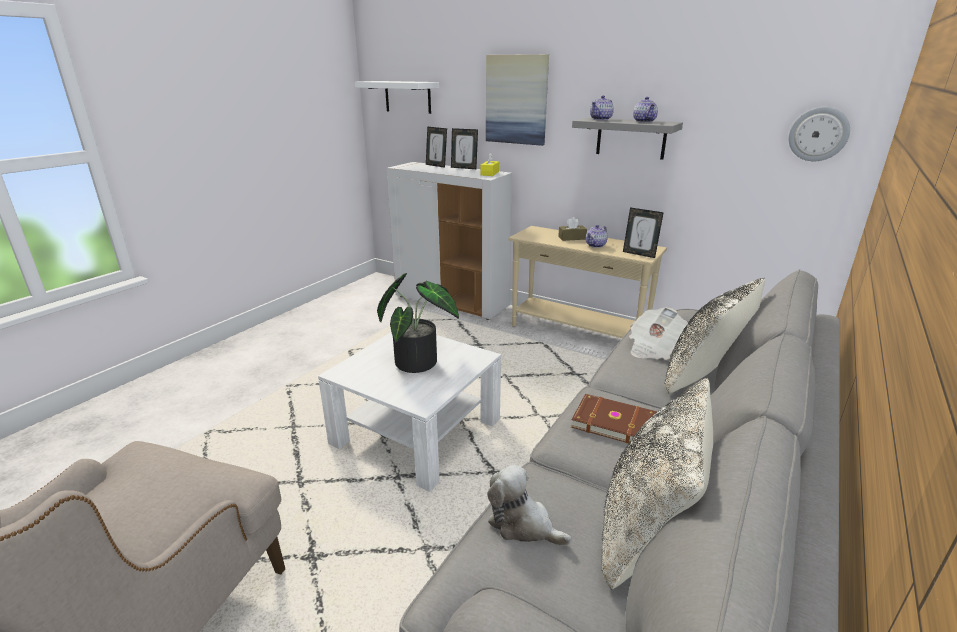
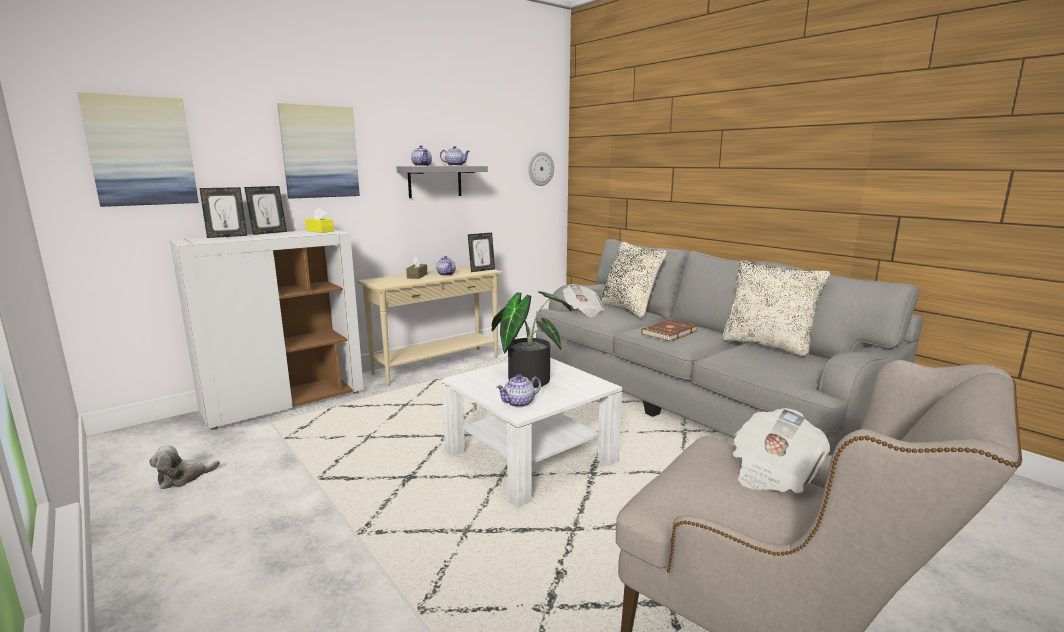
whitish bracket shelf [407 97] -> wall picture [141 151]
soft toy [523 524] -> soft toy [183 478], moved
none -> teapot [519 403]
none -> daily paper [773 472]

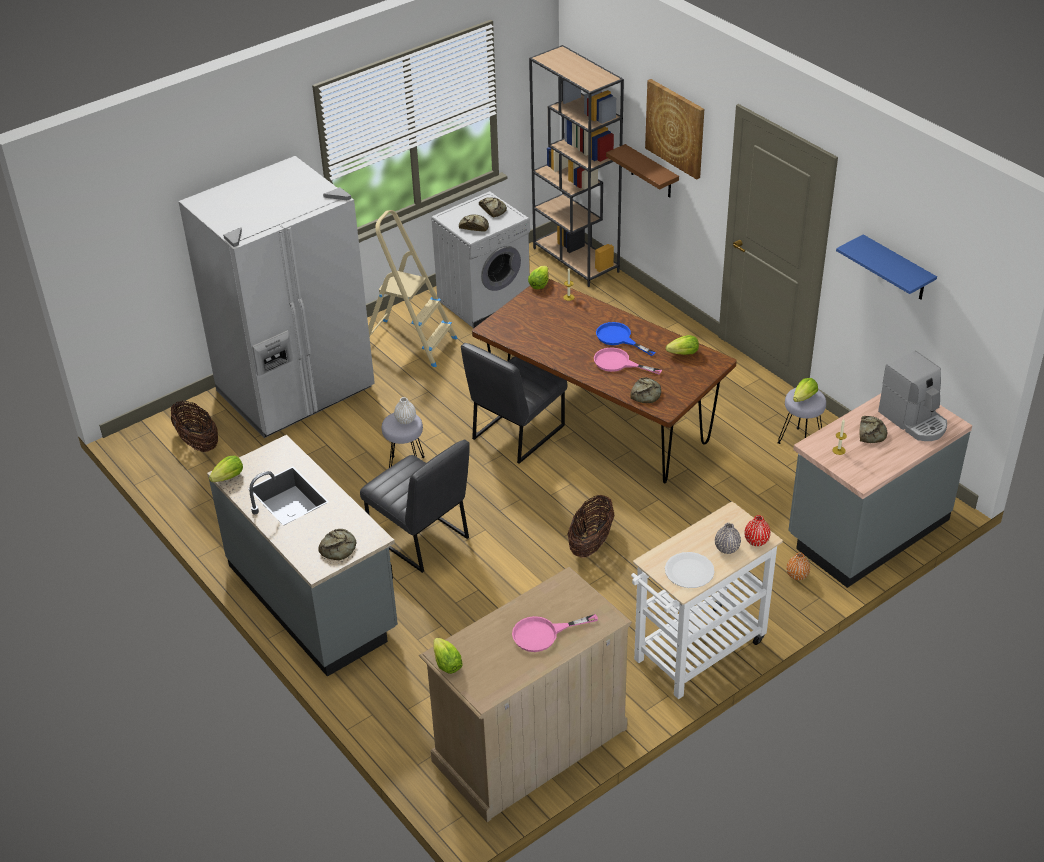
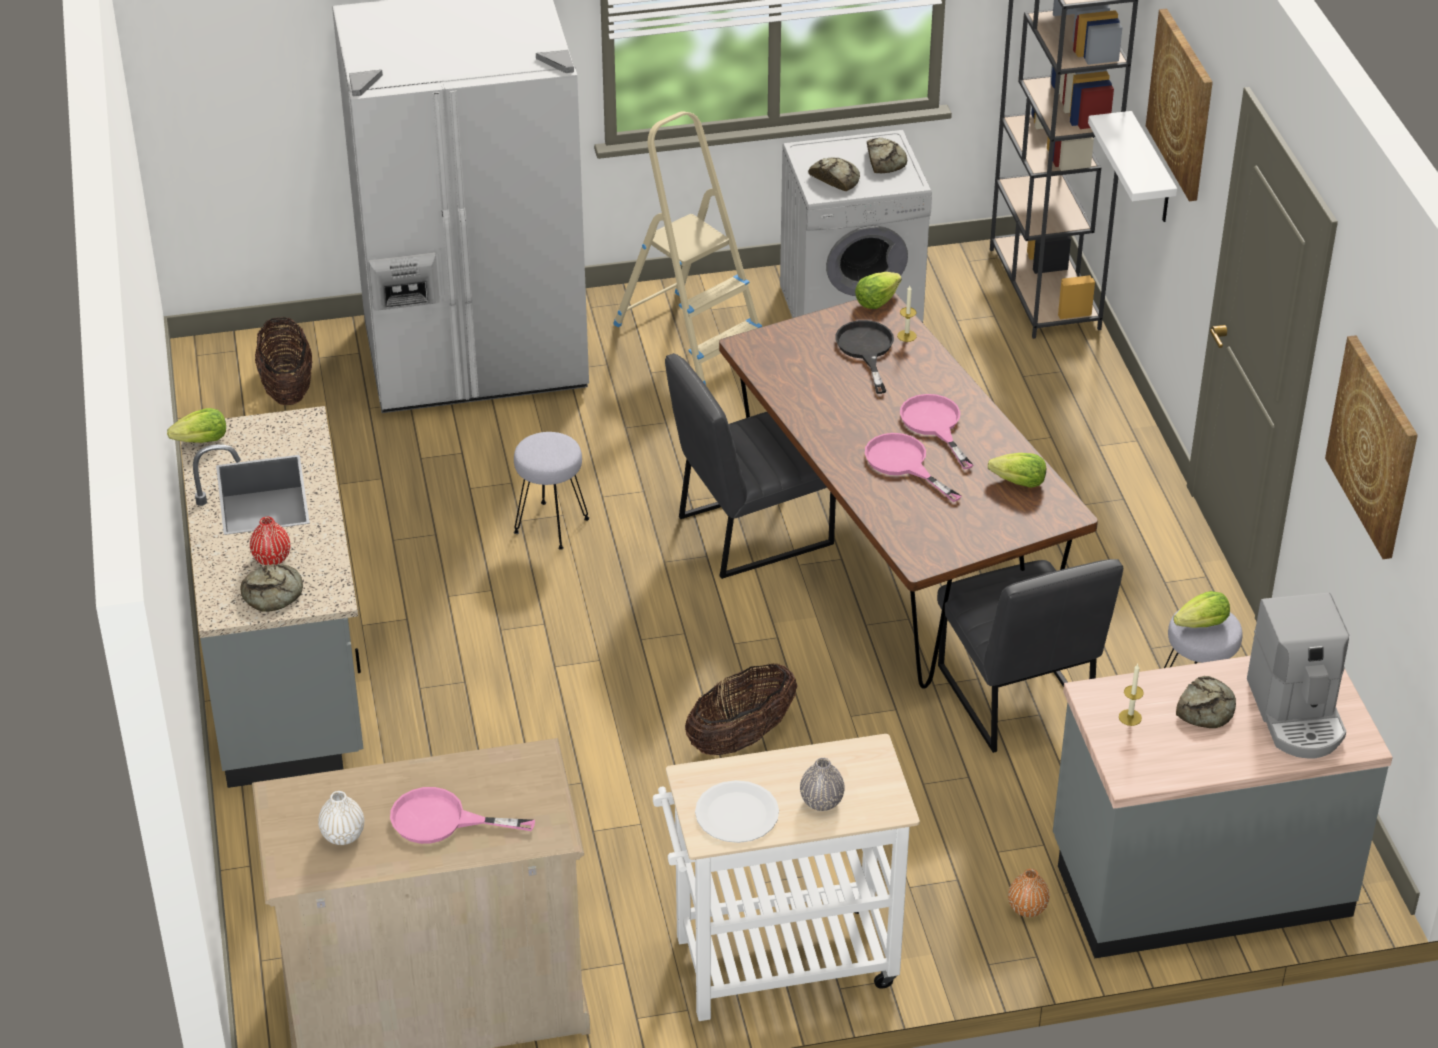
greyish plain chair [420 538] -> greyish plain chair [1016 698], moved
whitish flower vase [405 420] -> whitish flower vase [343 835], moved
lettuce head [447 664] -> none
blue pan [618 338] -> pink pan [934 425]
brown bracket shelf [651 172] -> whitish bracket shelf [1151 170]
baked bread [646 394] -> none
red-coloured flower vase [756 541] -> red-coloured flower vase [272 558], moved
blue bracket shelf [897 269] -> wall picture [1374 446]
none -> black-coloured pan [866 350]

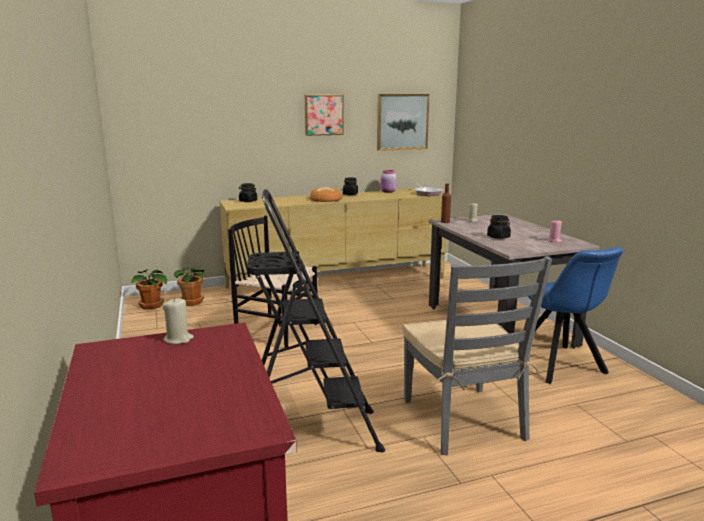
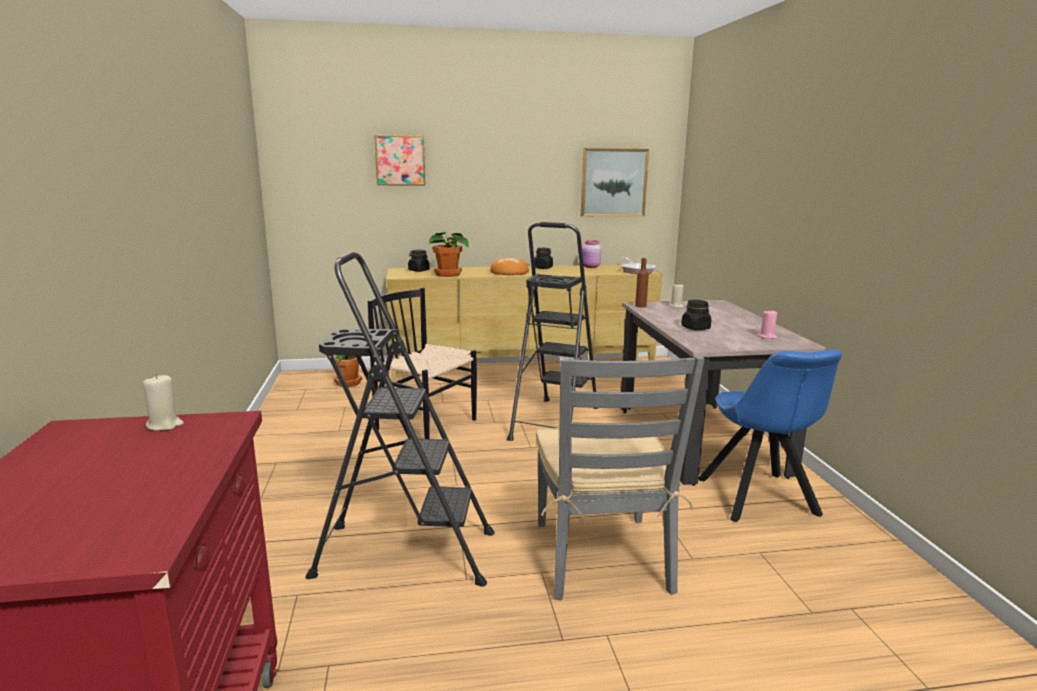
plant in a pot [151 306] -> plant in a pot [448 275], moved
wall picture [323 115] -> wall picture [400 160], moved
none -> step ladder [555 423]

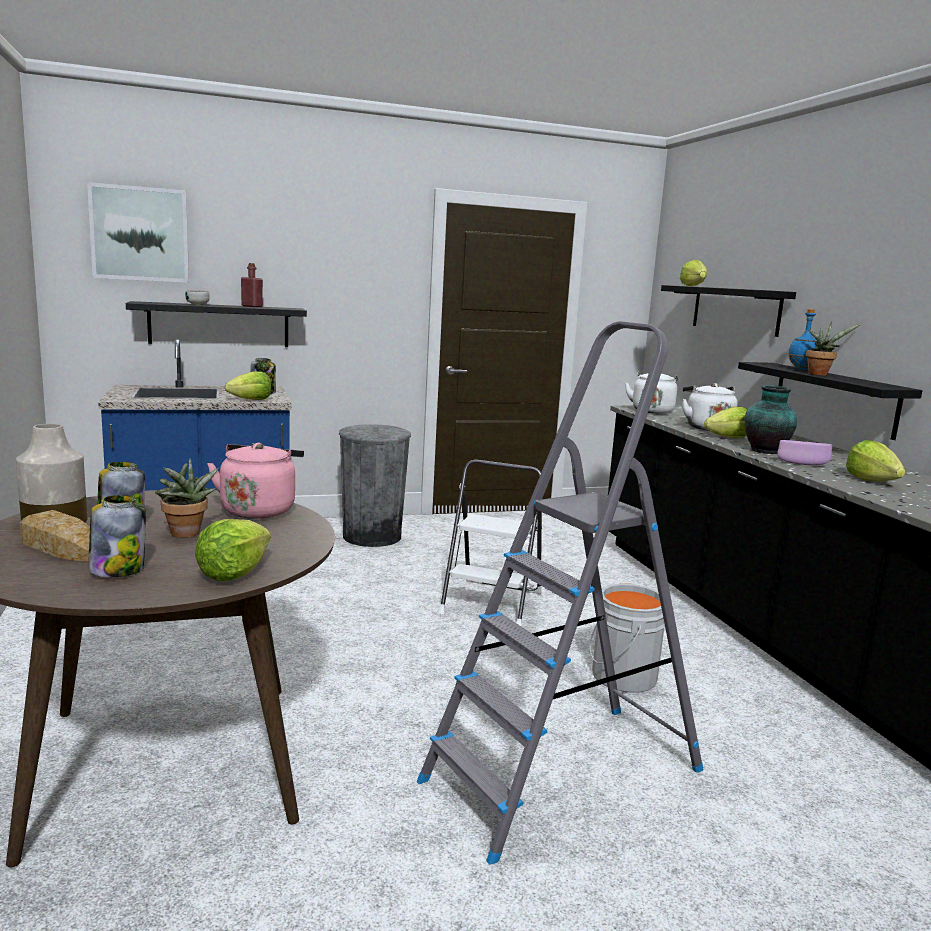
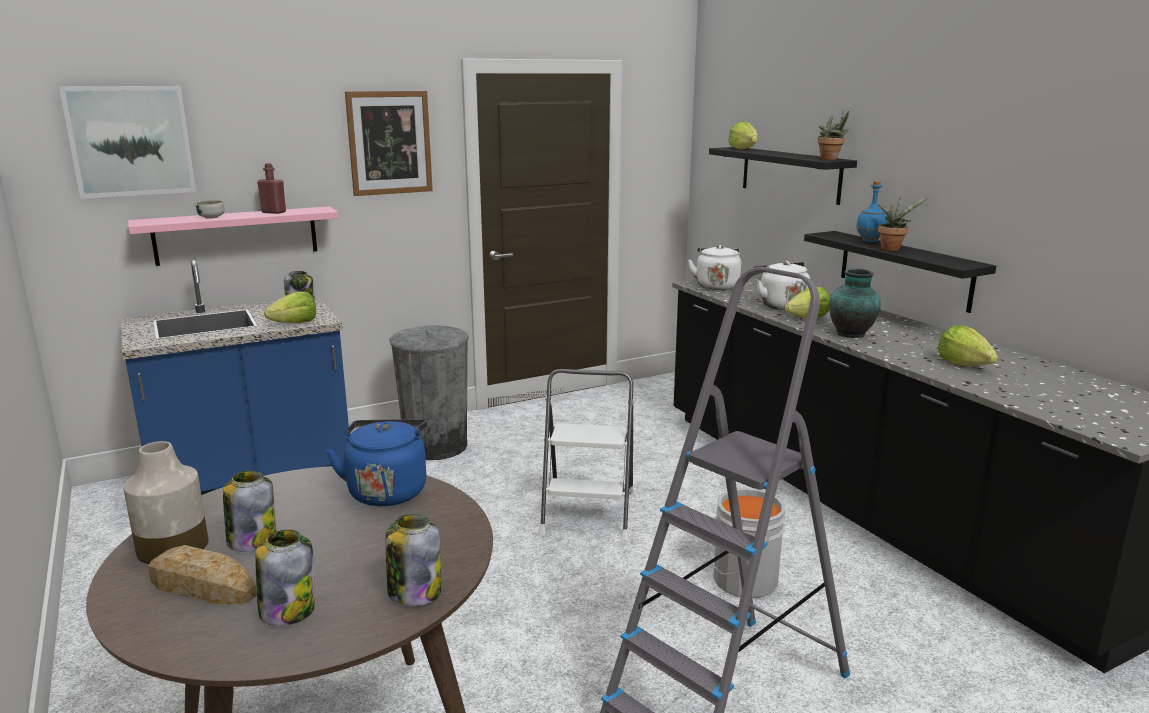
black-coloured bracket shelf [219 325] -> pink bracket shelf [236 235]
plant in a pot [186 534] -> plant in a pot [831 159], moved
lettuce head [234 573] -> preserve jar [414 592]
pink kettle [259 510] -> blue kettle [387 490]
purple-coloured deep dish [802 464] -> none
none -> wall picture [389 143]

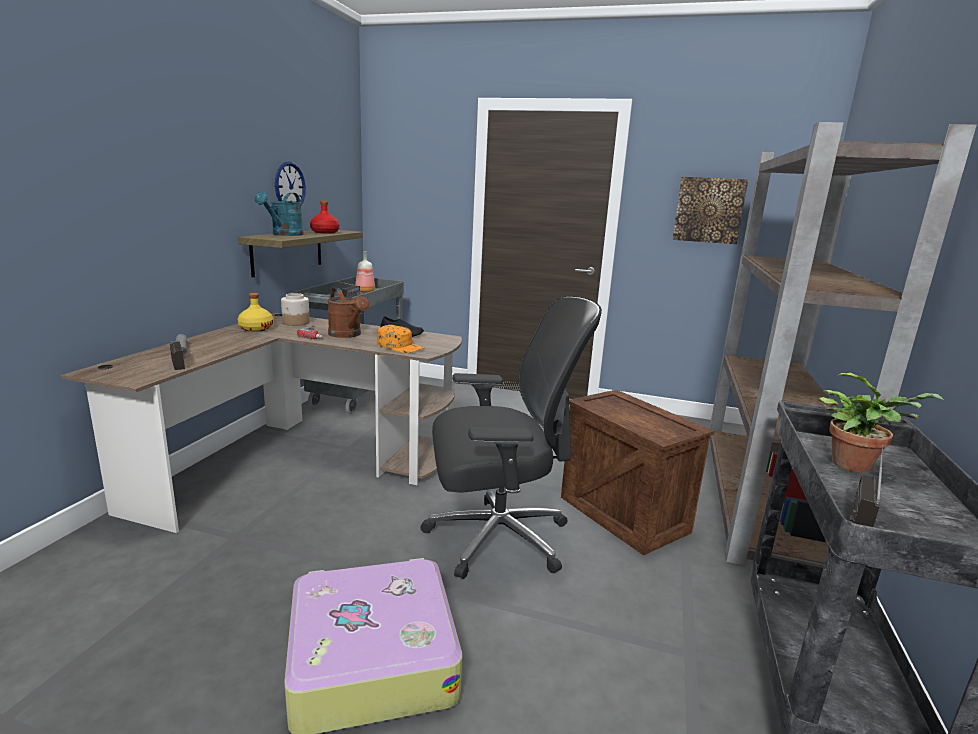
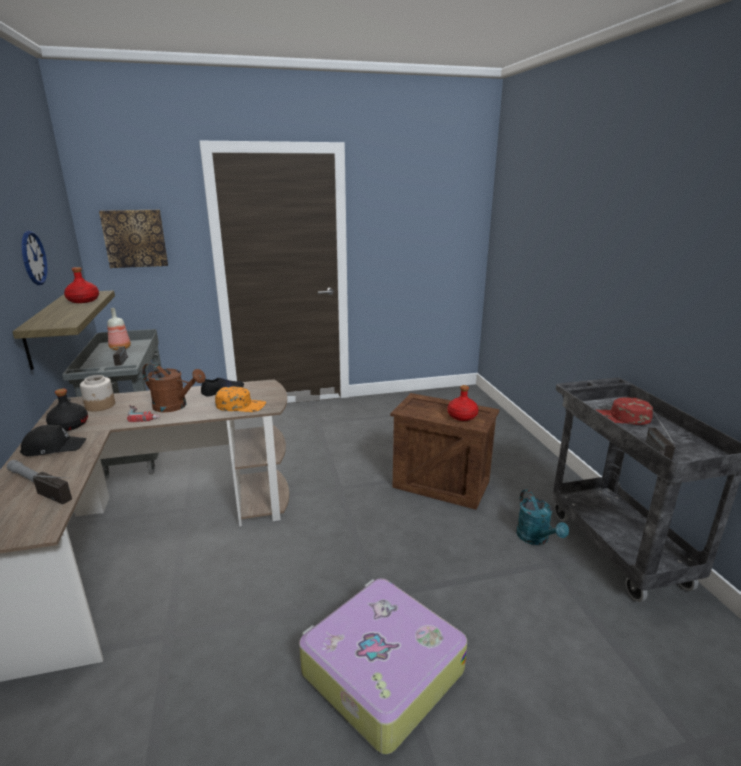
yellow-coloured bottle [256 328] -> black-coloured bottle [69 425]
turquoise-coloured sprinkling can [284 235] -> turquoise-coloured sprinkling can [536 538], moved
office chair [496 539] -> none
wall picture [708 210] -> wall picture [135 238], moved
brown bookshelf [760 497] -> none
plant in a pot [856 465] -> red-coloured peaked cap [621 417]
none -> black-coloured peaked cap [53 448]
none -> red-coloured bottle [462 416]

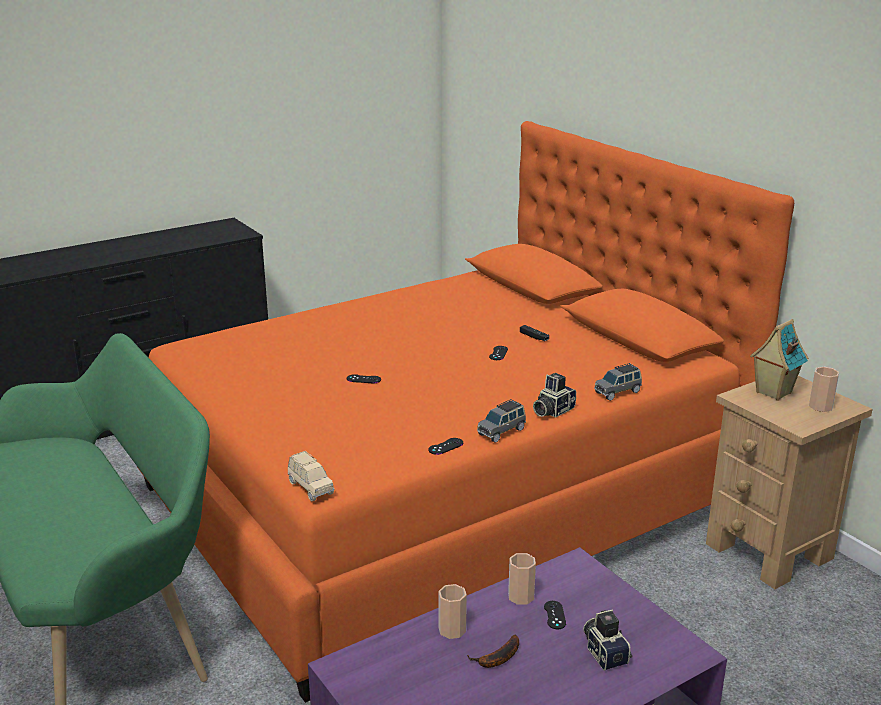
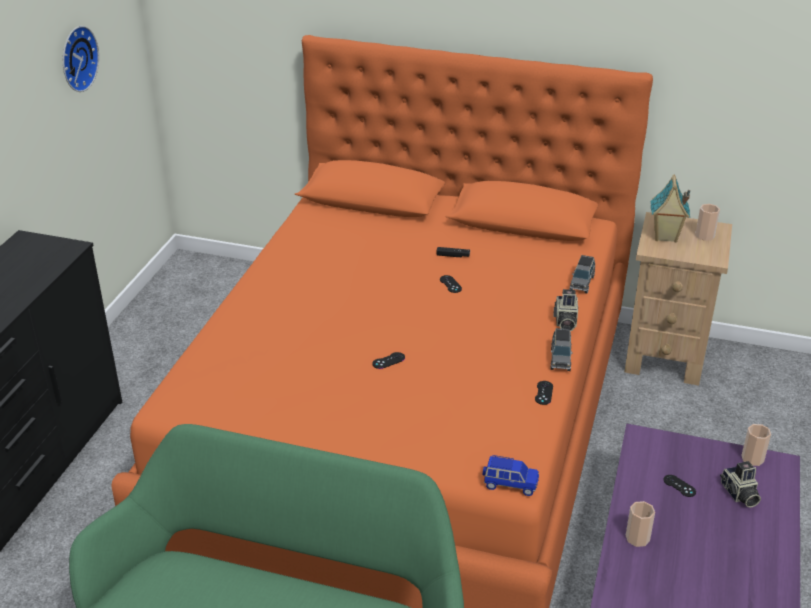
beige model car [310 488] -> blue model car [509 484]
whole banana [497 659] -> none
drinking cup [521 596] -> drinking cup [752 458], moved
photo camera [605 652] -> photo camera [739 494], 135 degrees counterclockwise
none -> hanging clock [76 58]

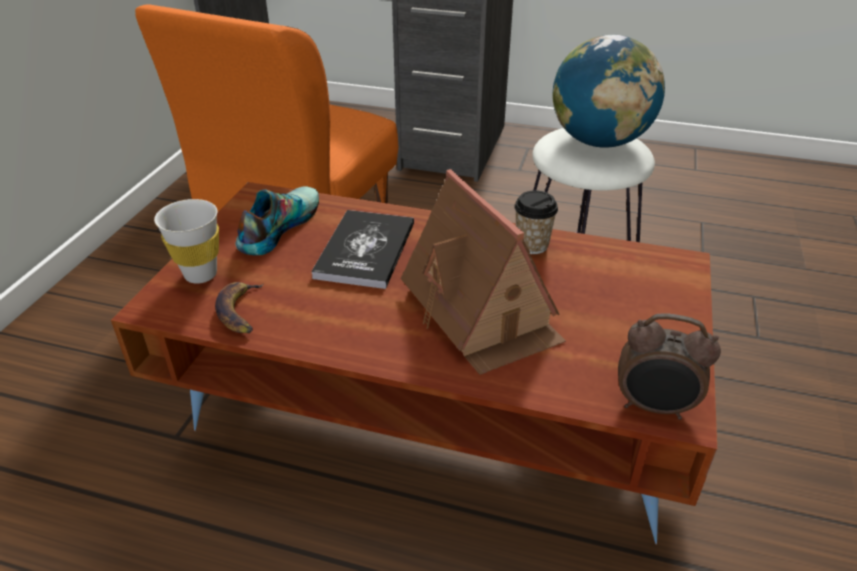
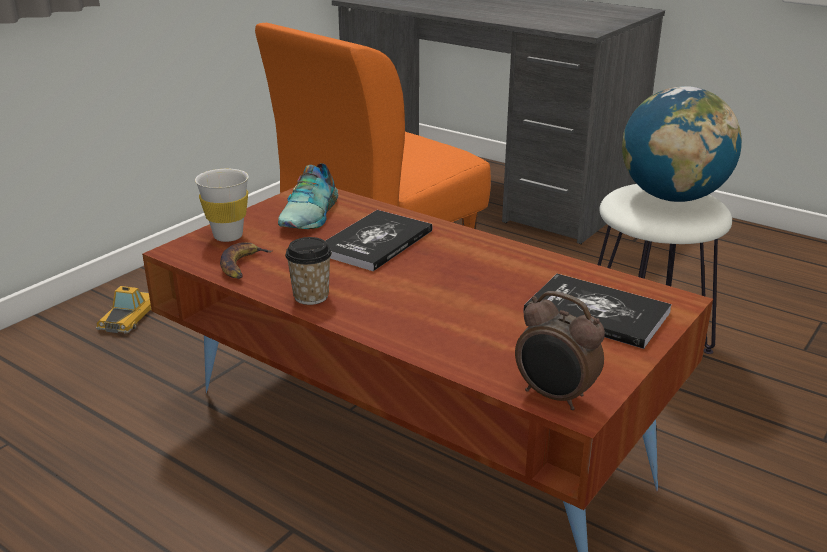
low shoe [277 227] -> low shoe [312 214], 150 degrees clockwise
model house [481 312] -> none
drinking cup [532 245] -> drinking cup [311 296], moved
none -> model car [130 316]
none -> book [596 313]

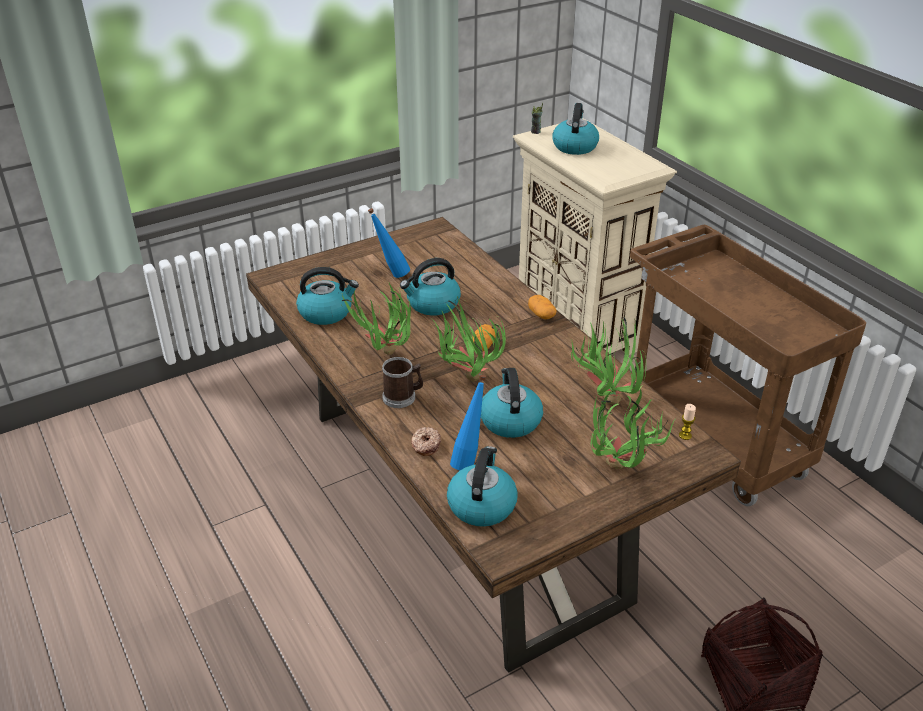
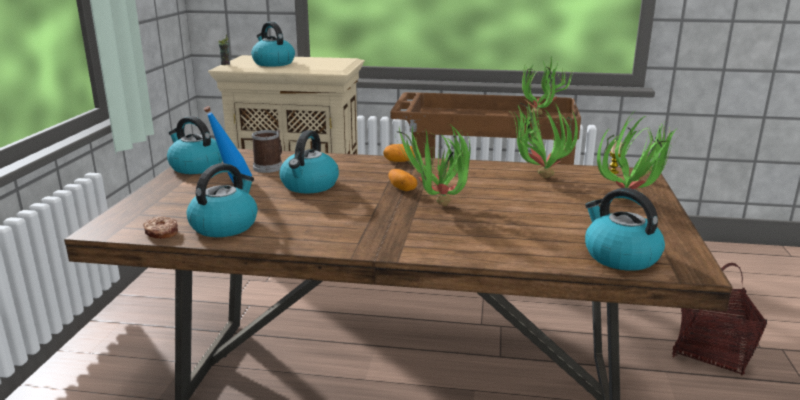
plant in a pot [384 358] -> plant in a pot [540 117], moved
tea mug [403 397] -> tea mug [270 166], moved
doughnut [425 445] -> doughnut [161 233], moved
blue bottle [469 460] -> none
kettle [510 420] -> kettle [196 167], moved

